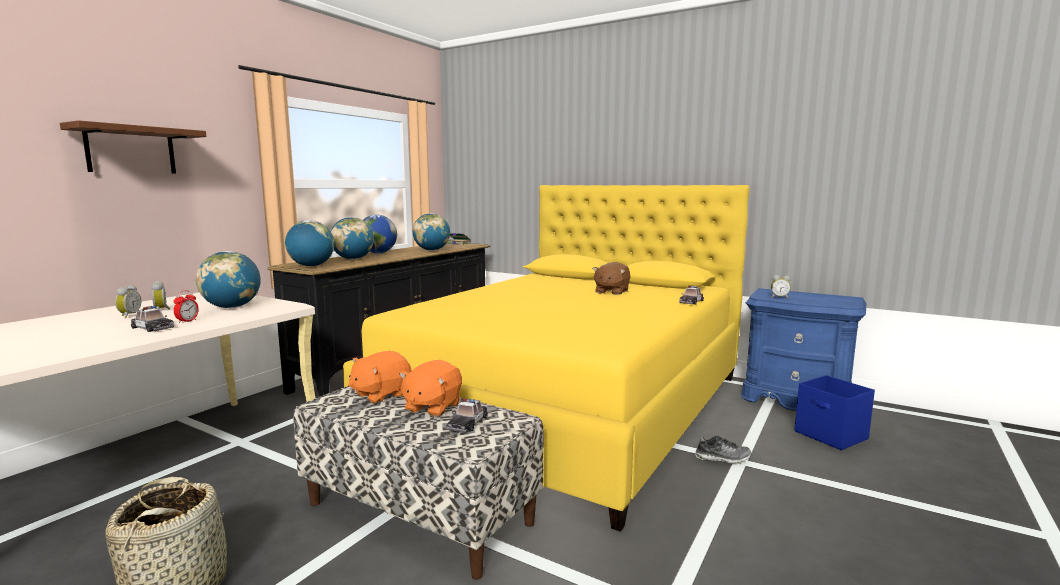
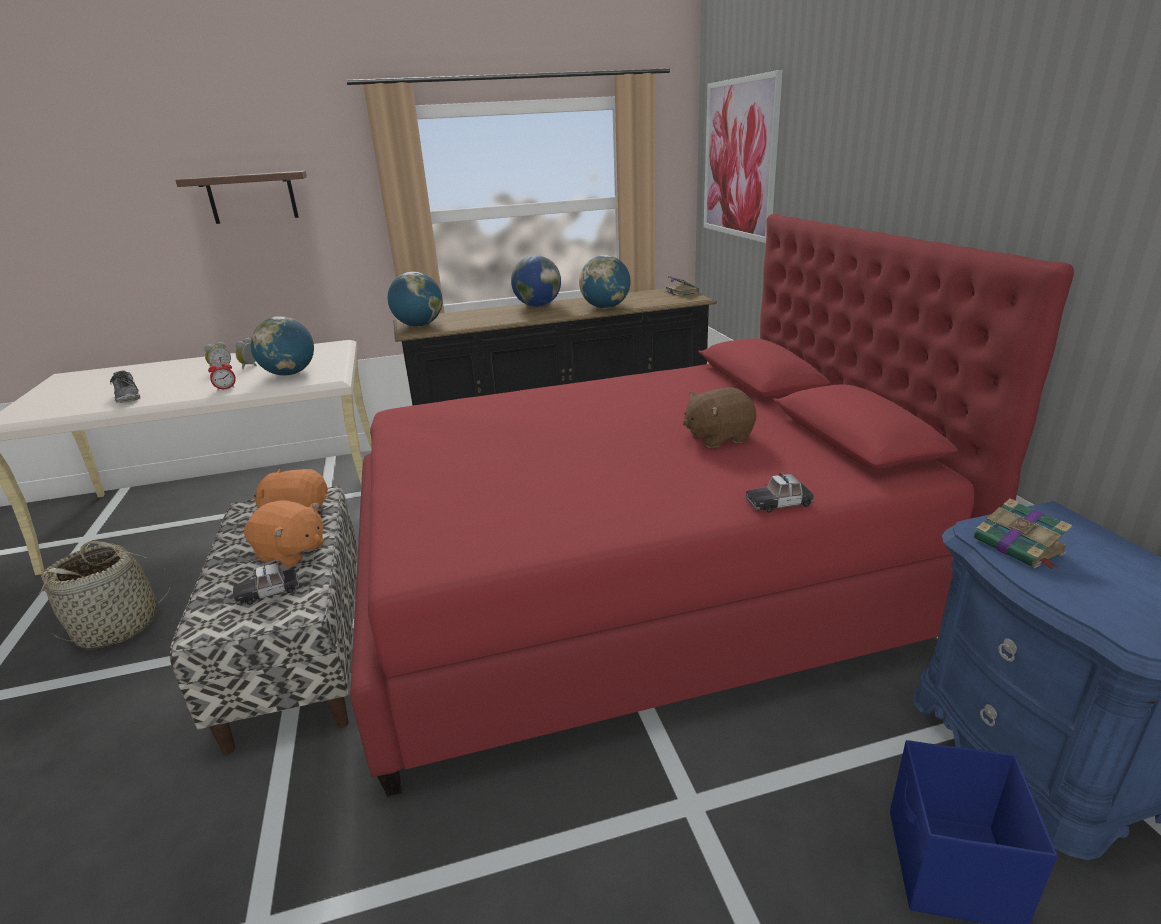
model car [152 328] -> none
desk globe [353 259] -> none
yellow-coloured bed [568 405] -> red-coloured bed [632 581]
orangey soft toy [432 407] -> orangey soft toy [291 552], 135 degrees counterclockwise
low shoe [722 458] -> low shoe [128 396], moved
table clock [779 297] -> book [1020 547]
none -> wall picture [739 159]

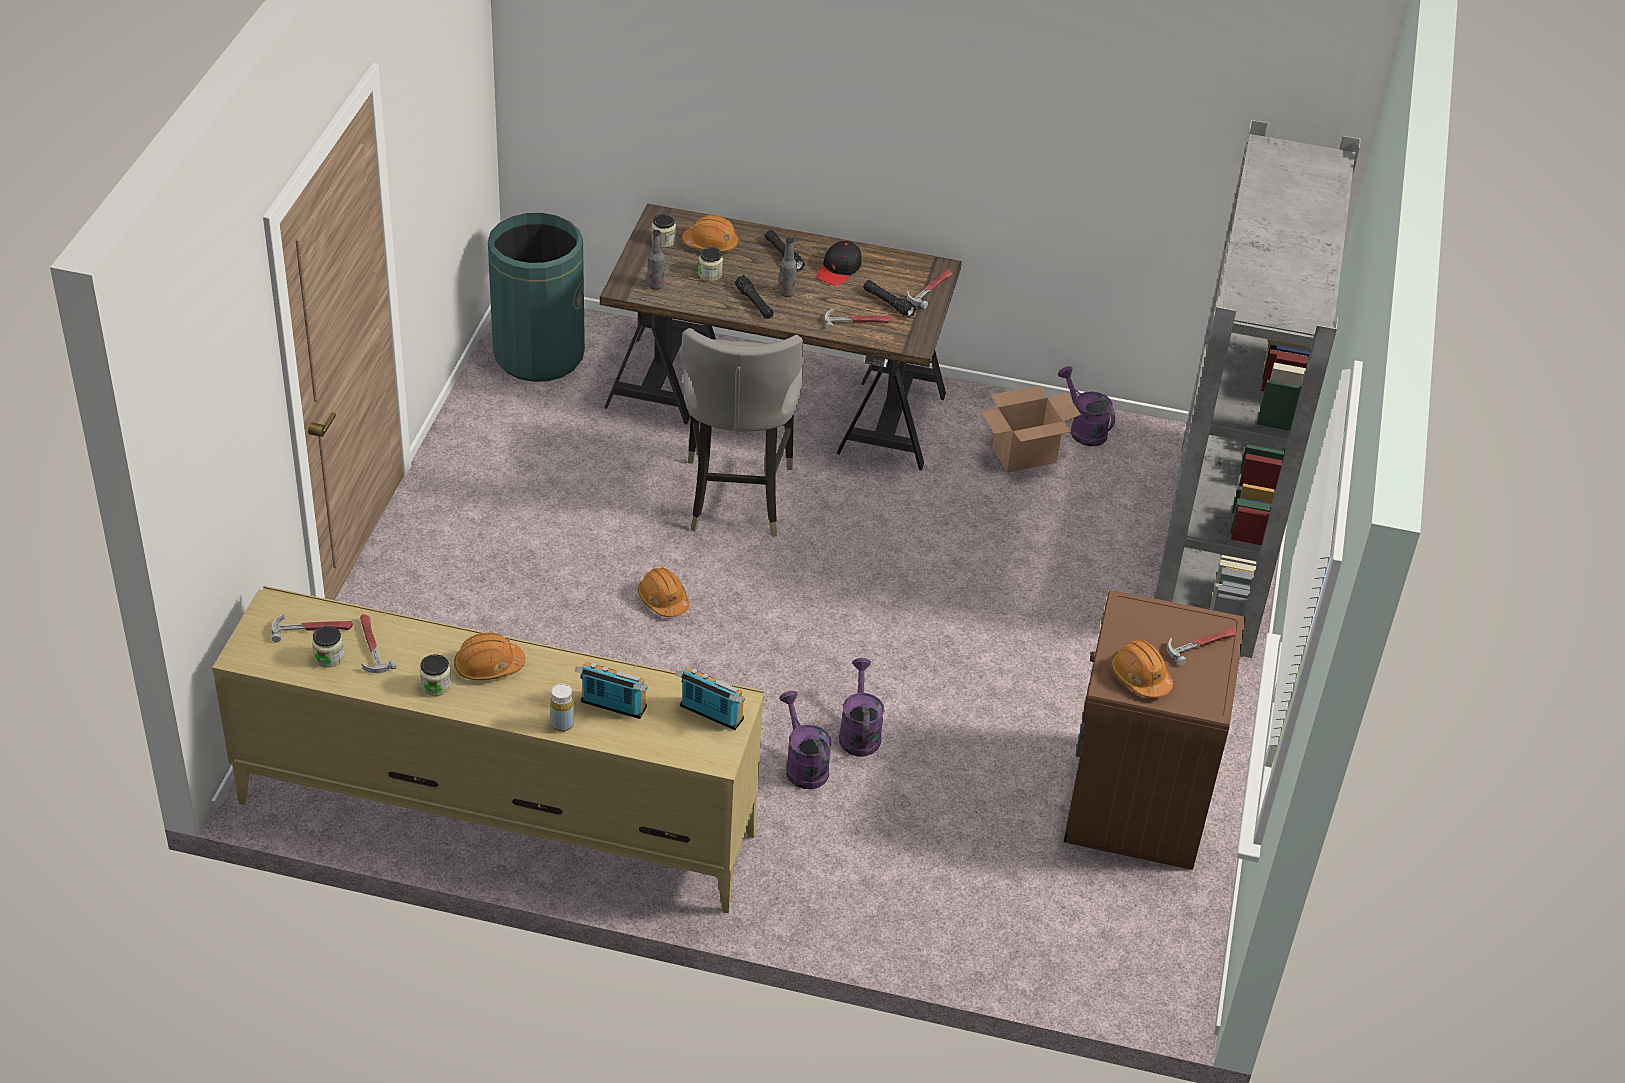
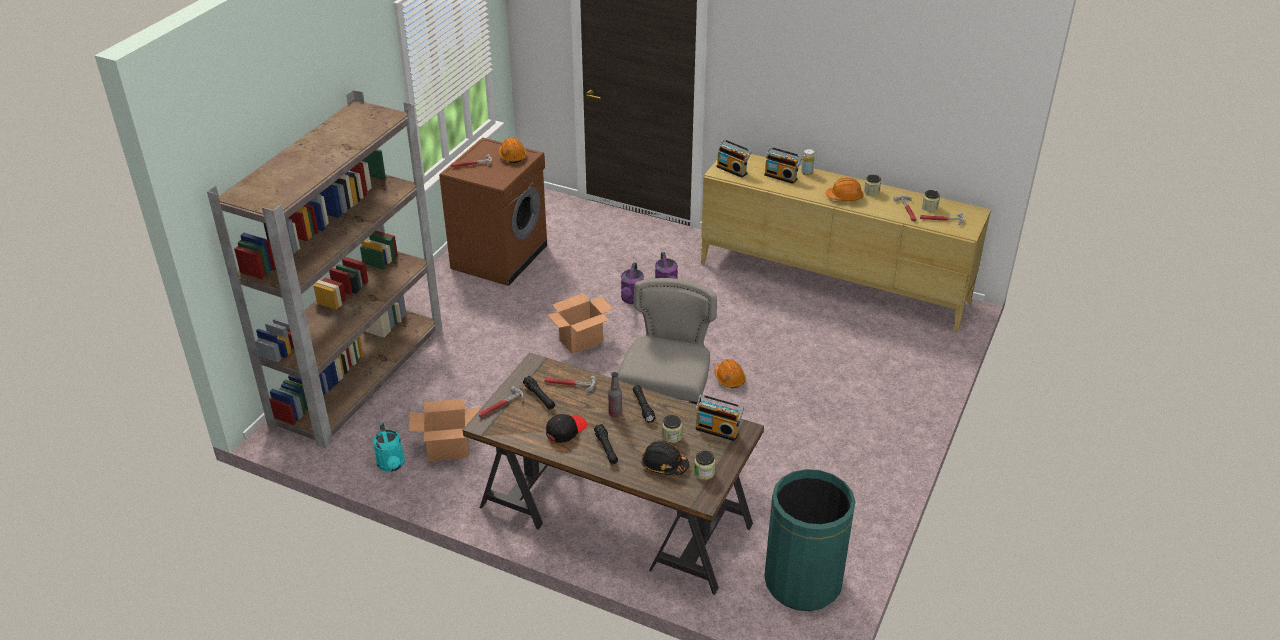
bottle [655 285] -> radio set [718 430]
orangey work helmet [711 244] -> black-coloured work helmet [664 465]
purple-coloured sprinkling can [1083 429] -> turquoise-coloured sprinkling can [392 465]
greyish bookshelf [1216 544] -> brown bookshelf [359 375]
none -> cardboard box [581 341]

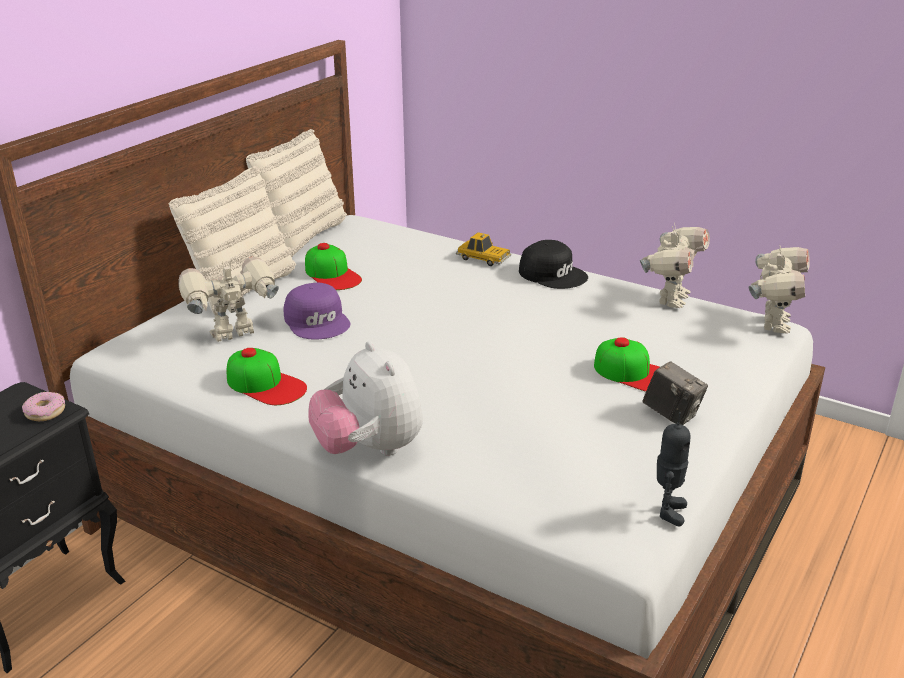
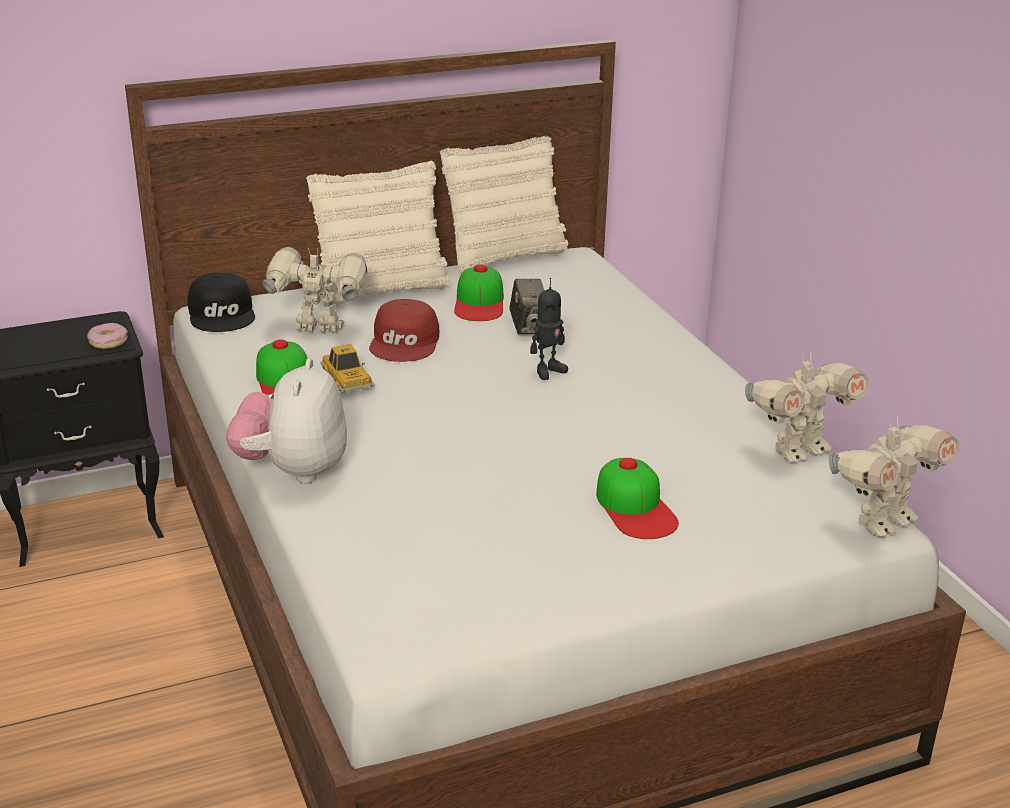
purple-coloured peaked cap [318 321] -> red-coloured peaked cap [406 342]
model car [483 258] -> model car [347 379], moved
black-coloured peaked cap [553 274] -> black-coloured peaked cap [223 314], moved
photo camera [672 414] -> photo camera [528 327], moved
robot figure [668 512] -> robot figure [548 371], moved

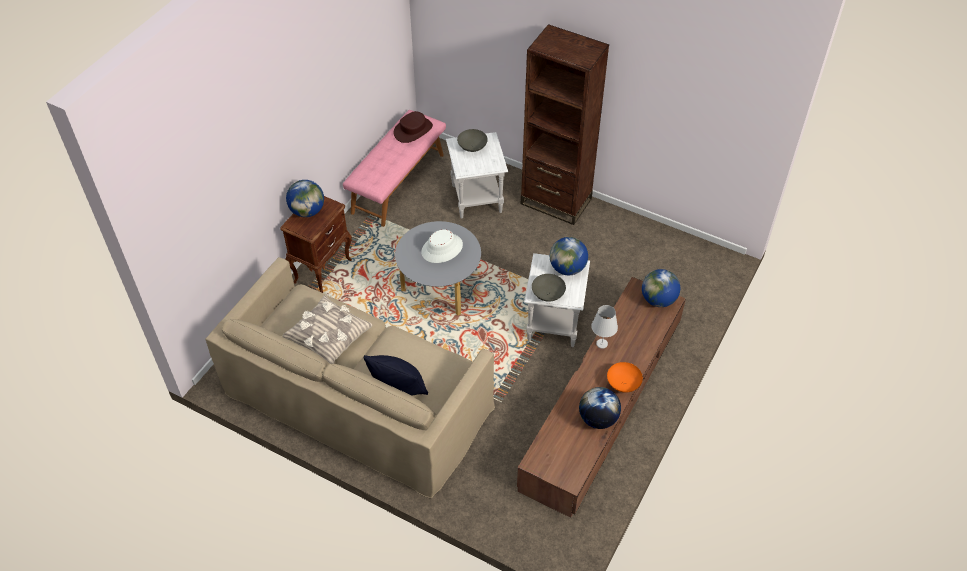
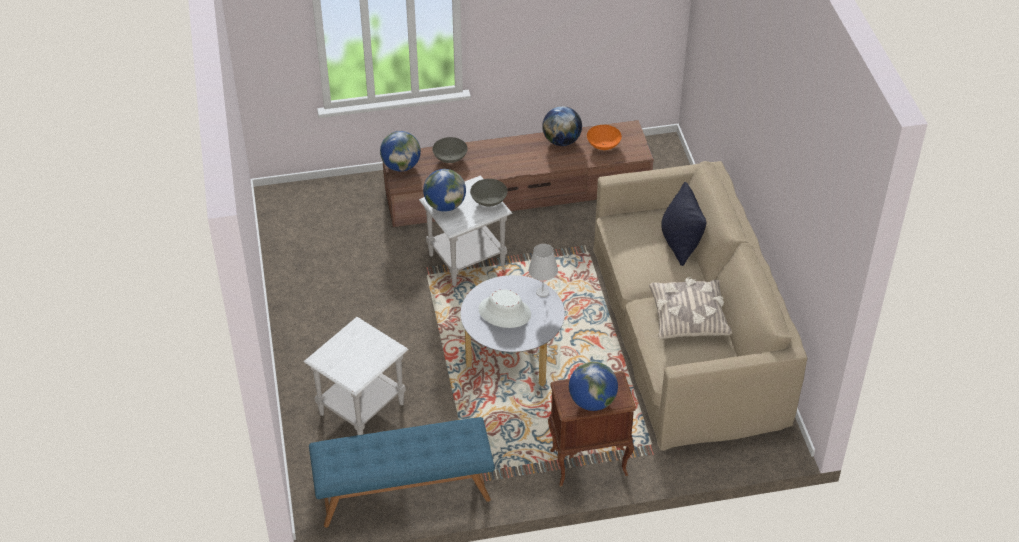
pink long seat [397 183] -> blue long seat [404 492]
brown clothing hat [413 130] -> none
greyish deep dish [472 148] -> greyish deep dish [450 158], moved
brown bookshelf [556 201] -> none
whitish lamp for a table [602 343] -> whitish lamp for a table [542 292], moved
orangey deep dish [623 383] -> orangey deep dish [603 146], moved

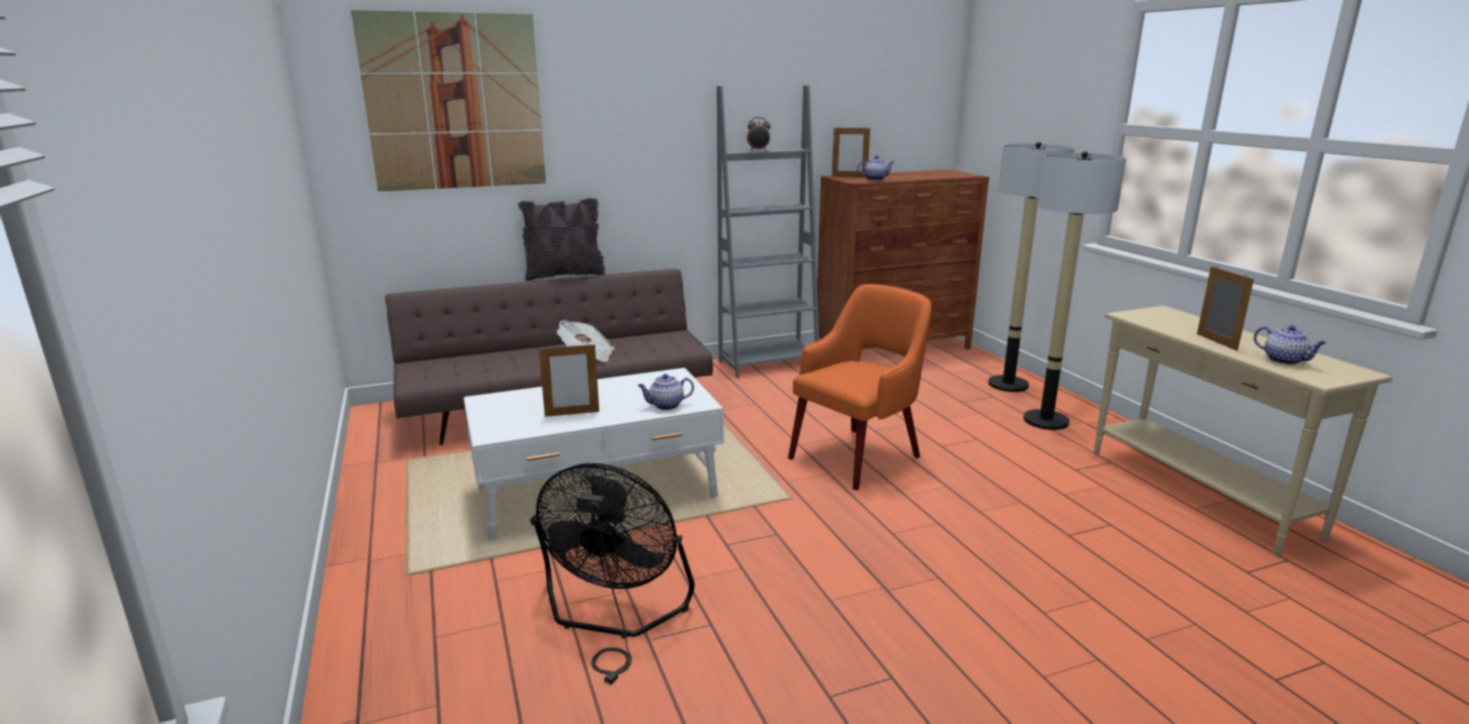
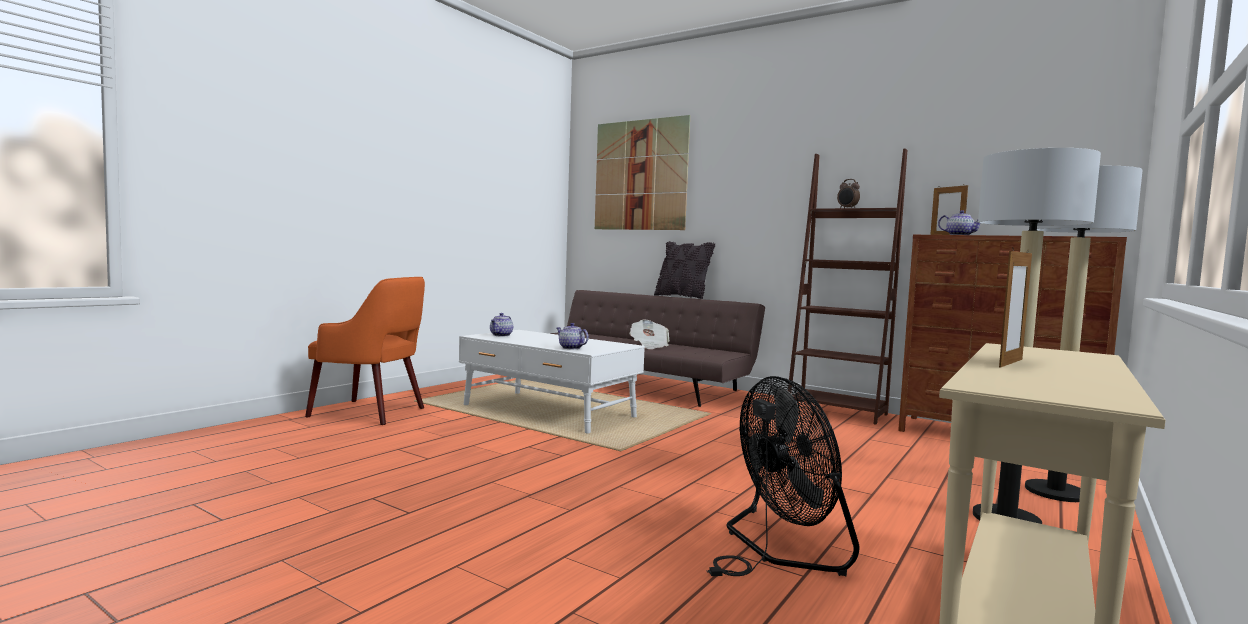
black-coloured electric fan [609 618] -> black-coloured electric fan [770 546], moved
photo frame [572 414] -> none
greyish bookshelf [768 363] -> brown bookshelf [836 411]
orangey easy chair [857 456] -> orangey easy chair [370 412], moved
teapot [1285 360] -> teapot [501 335], moved

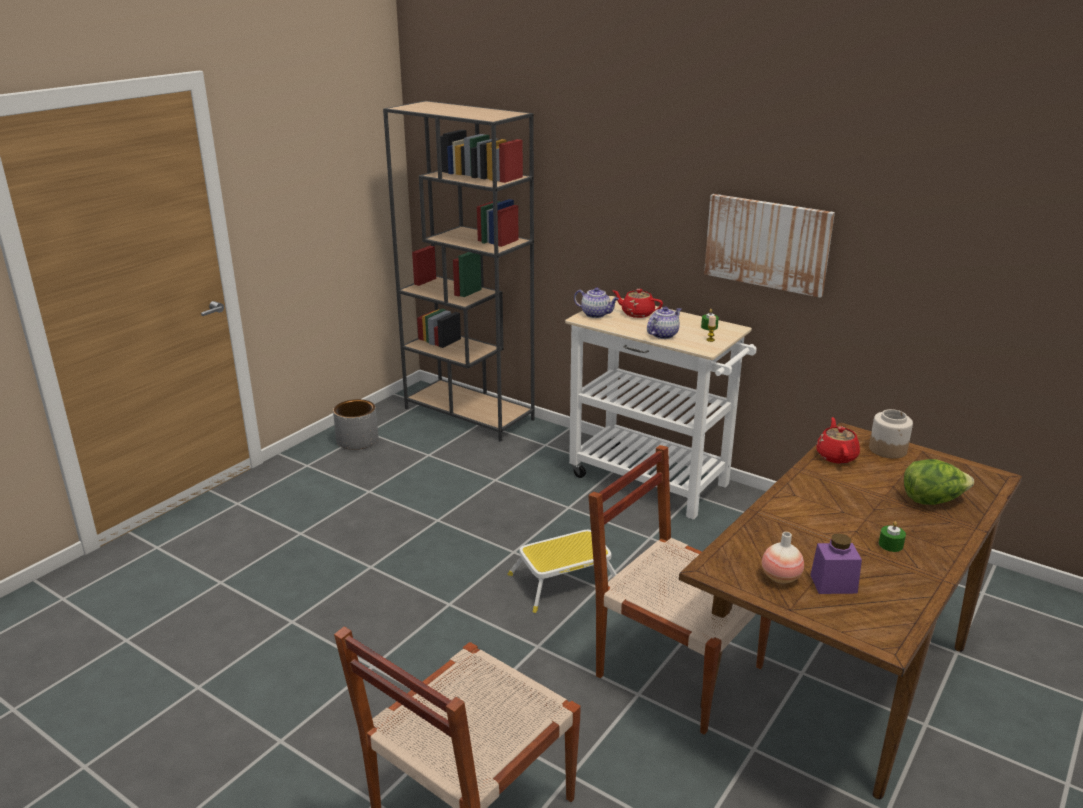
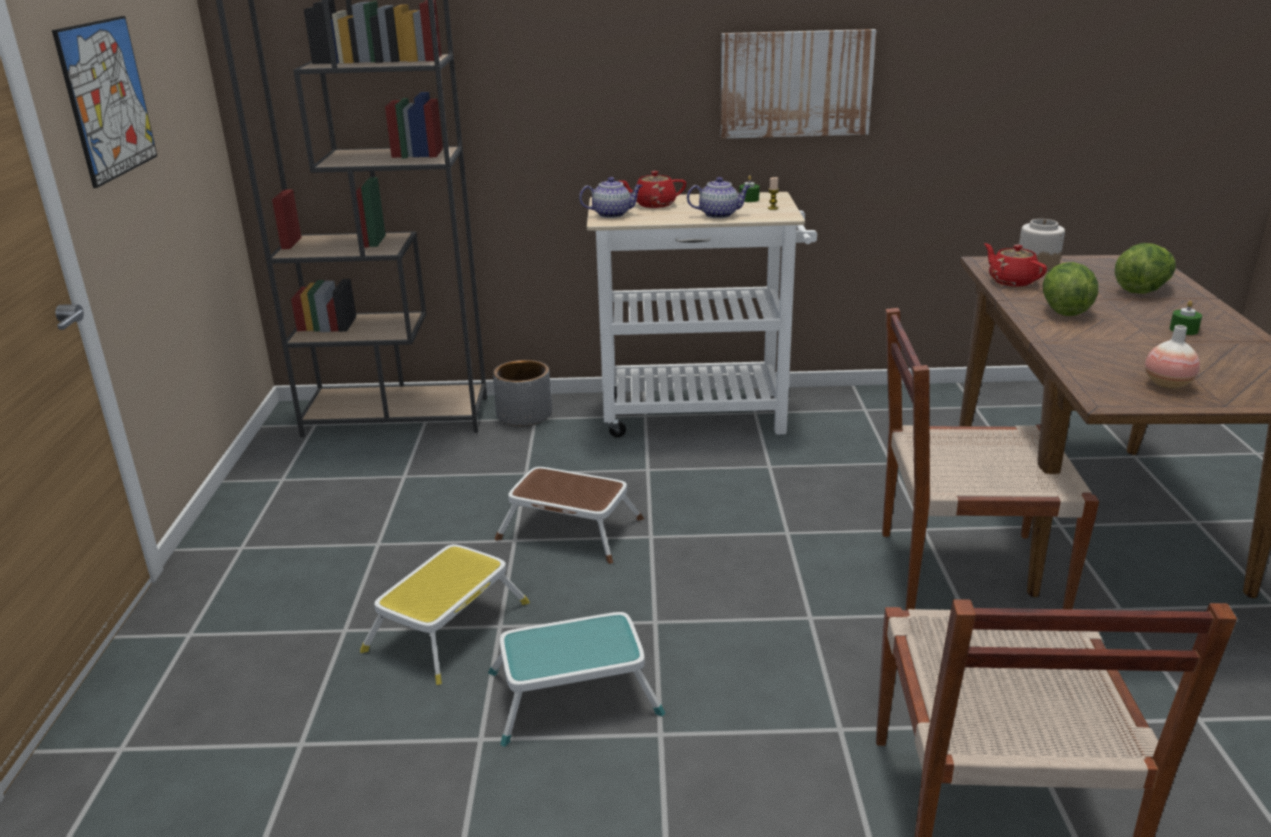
greyish plant pot [358 441] -> greyish plant pot [525 415], moved
yellow-coloured step ladder [565 581] -> yellow-coloured step ladder [448 626], moved
teapot [663 335] -> teapot [719 214], 75 degrees clockwise
purple-coloured preserve jar [833 584] -> none
none -> wall picture [107 99]
none -> turquoise-coloured step ladder [573 692]
none -> brown step ladder [570 529]
none -> lettuce head [1064 310]

